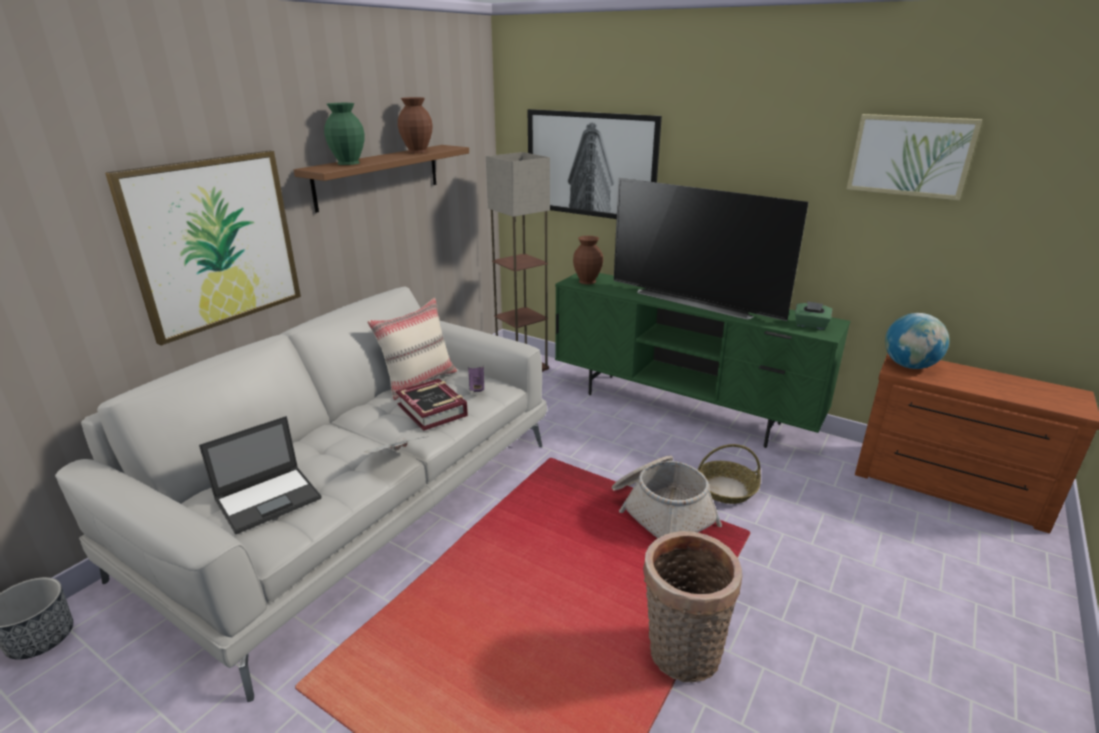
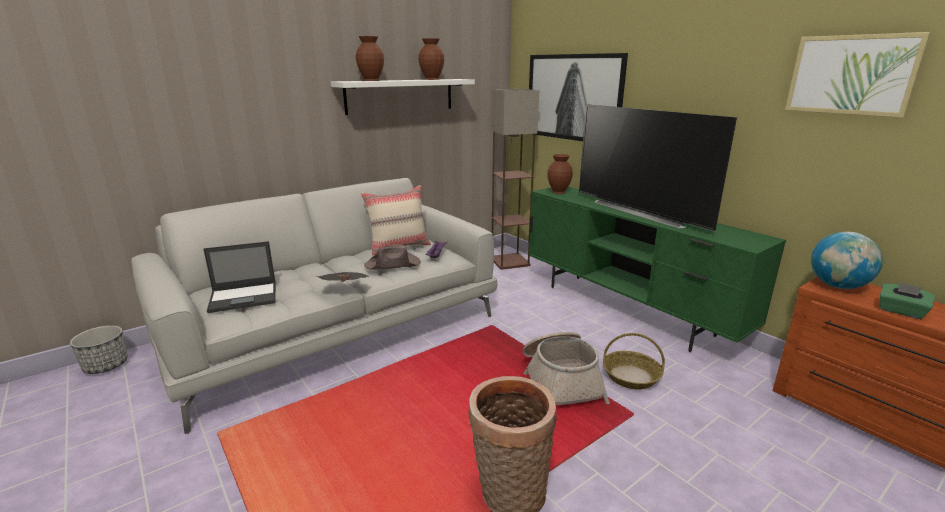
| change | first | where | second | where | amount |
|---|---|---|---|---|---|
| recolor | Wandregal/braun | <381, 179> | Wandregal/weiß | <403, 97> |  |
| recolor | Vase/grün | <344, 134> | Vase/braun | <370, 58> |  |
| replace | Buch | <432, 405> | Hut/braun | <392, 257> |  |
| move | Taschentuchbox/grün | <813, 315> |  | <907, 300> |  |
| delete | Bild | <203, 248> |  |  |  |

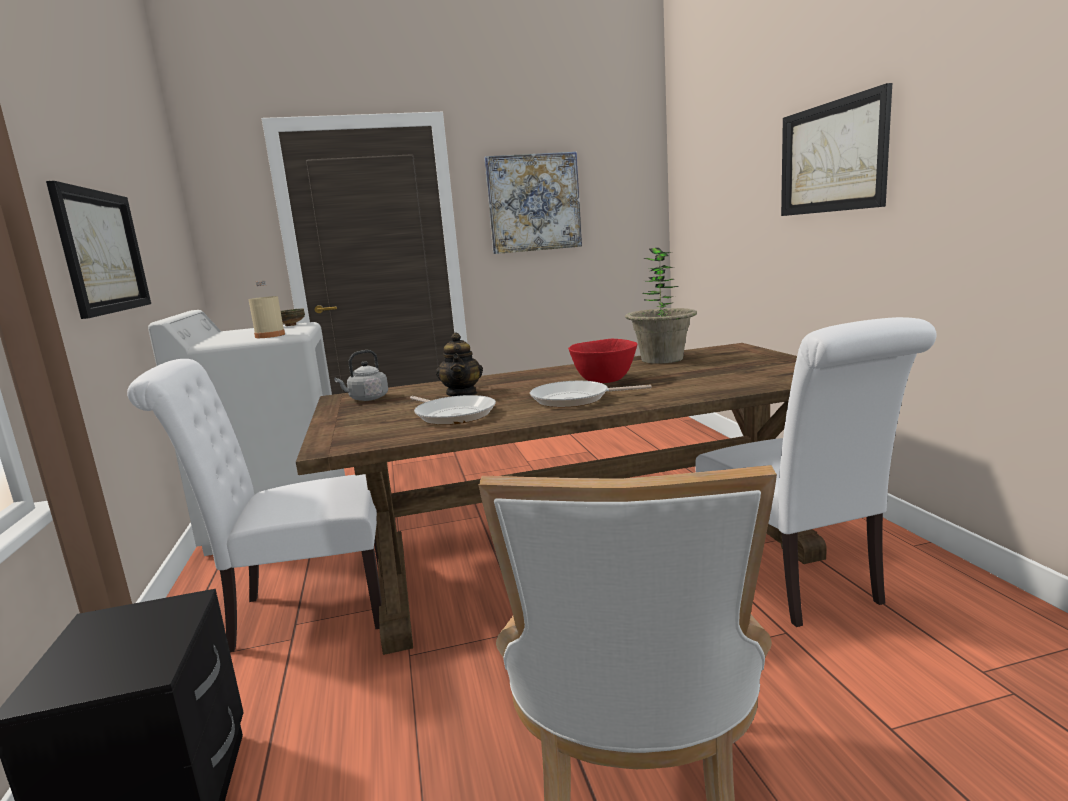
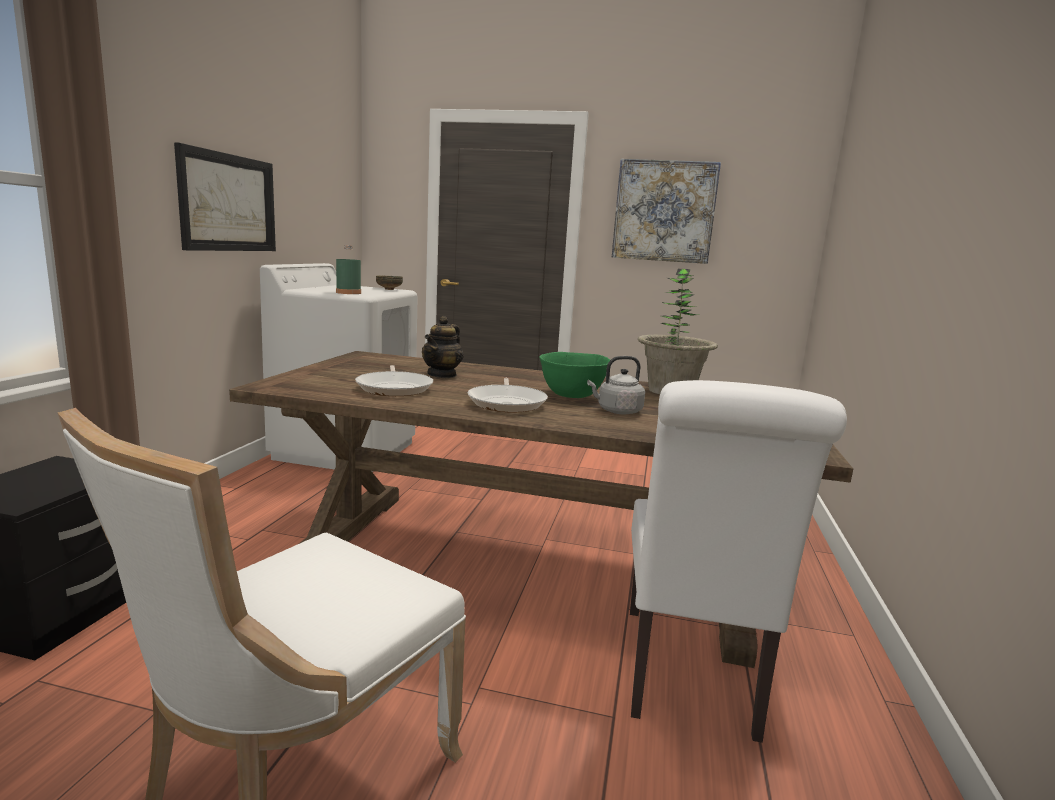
| change | first | where | second | where | amount |
|---|---|---|---|---|---|
| recolor | Flasche/beige | <266, 309> | Flasche/grün | <348, 269> |  |
| rotate | Pfanne | <591, 394> |  | <508, 395> | 120 degrees counterclockwise |
| recolor | Schüssel/rot | <602, 361> | Schüssel/grün | <574, 375> |  |
| move | Wasserkessel/grau | <361, 375> |  | <616, 385> |  |
| delete | Stuhl/weiß | <254, 505> |  |  |  |
| delete | Bild | <836, 149> |  |  |  |

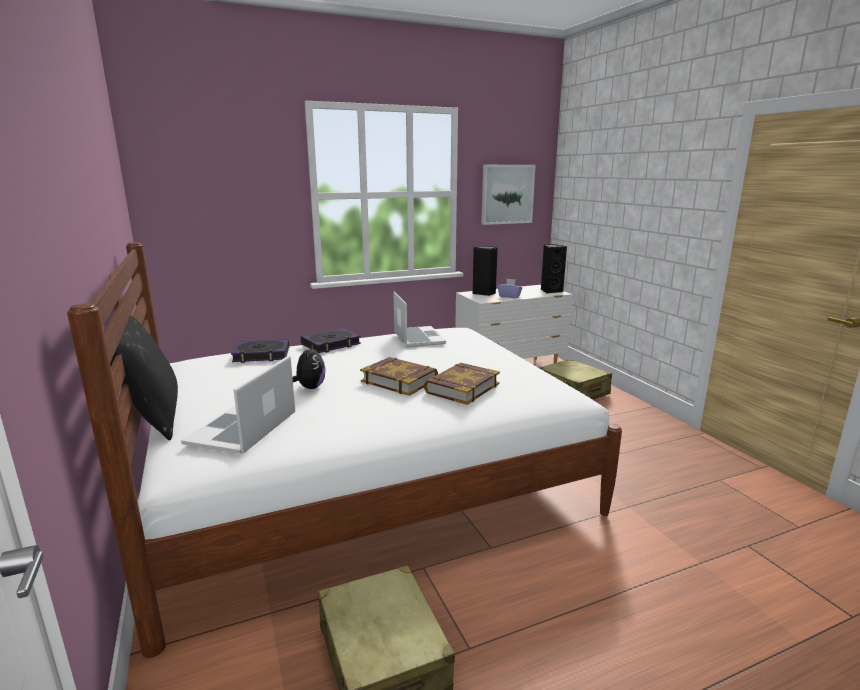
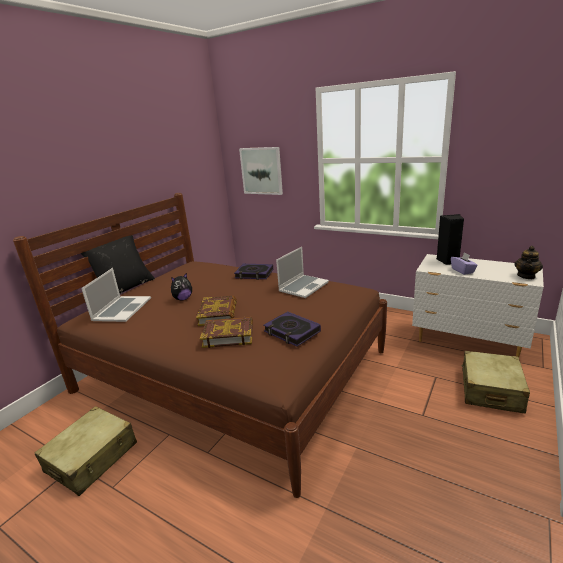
| change | first | where | second | where | amount |
|---|---|---|---|---|---|
| recolor | Bett/weiß | <344, 450> | Bett/braun | <200, 345> |  |
| rotate | Laptop | <238, 404> |  | <116, 295> | 120 degrees clockwise |
| move | Bild | <508, 195> |  | <261, 171> |  |
| move | Buch | <260, 351> |  | <292, 329> |  |
| replace | Lautsprecher/schwarz | <554, 268> | Teekanne | <528, 262> |  |

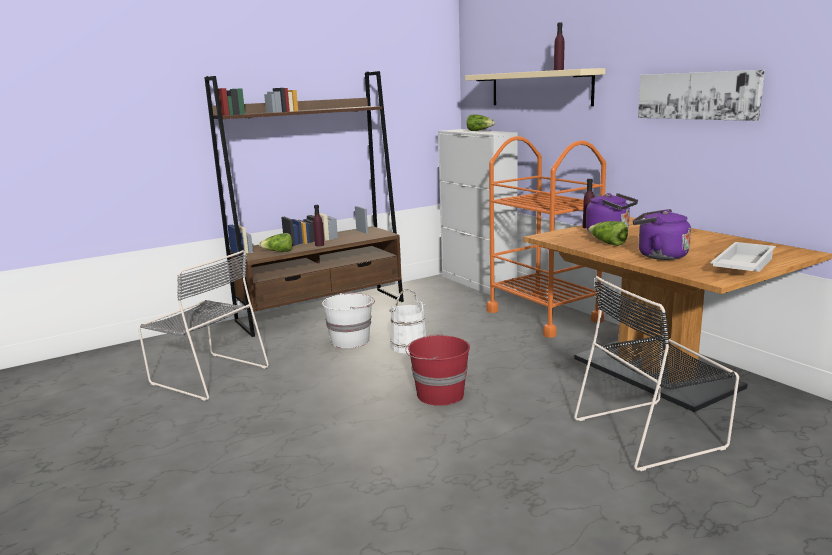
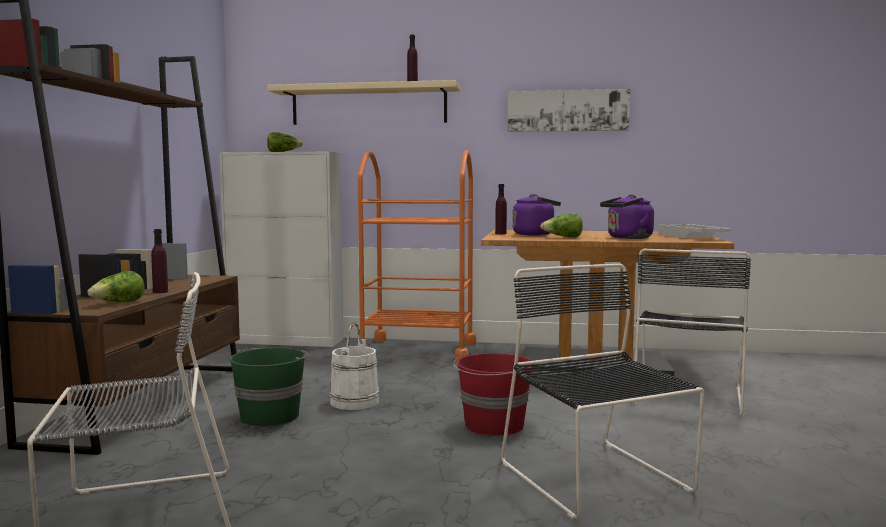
| change | first | where | second | where | amount |
|---|---|---|---|---|---|
| recolor | Eimer/weiß | <348, 320> | Eimer/grün | <269, 387> |  |
| insert |  |  | Stuhl/schwarz | <603, 391> |  |

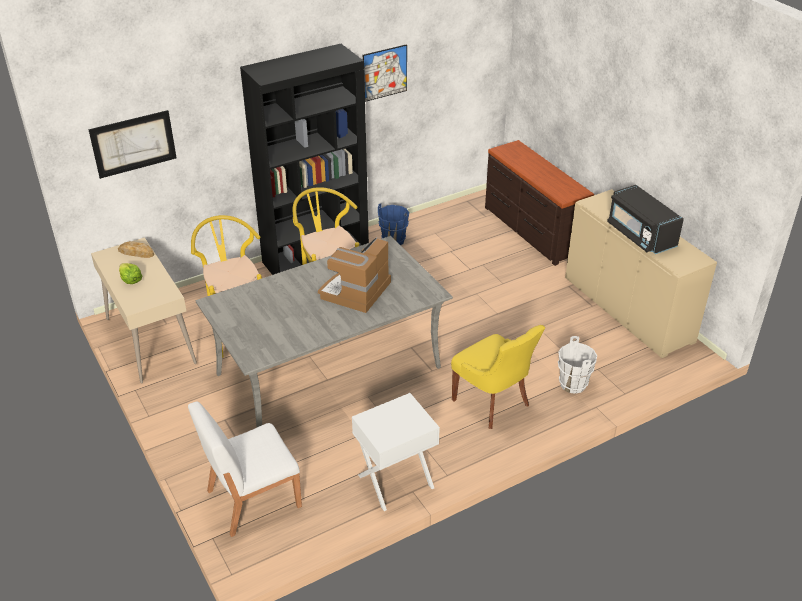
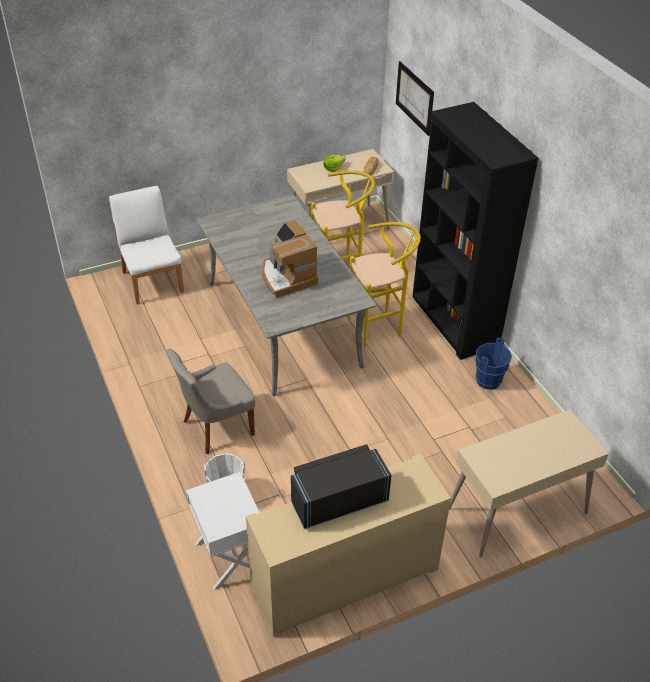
| change | first | where | second | where | amount |
|---|---|---|---|---|---|
| recolor | Stuhl/gelb | <498, 377> | Stuhl/grau | <210, 401> |  |
| move | Nachttisch/weiß | <396, 452> |  | <223, 531> |  |
| rotate | Kaffeemaschine | <354, 275> |  | <290, 259> | 150 degrees counterclockwise |
| replace | Kommode/braun | <539, 203> | Schreibtisch/beige | <529, 484> |  |
| delete | Bild | <385, 73> |  |  |  |

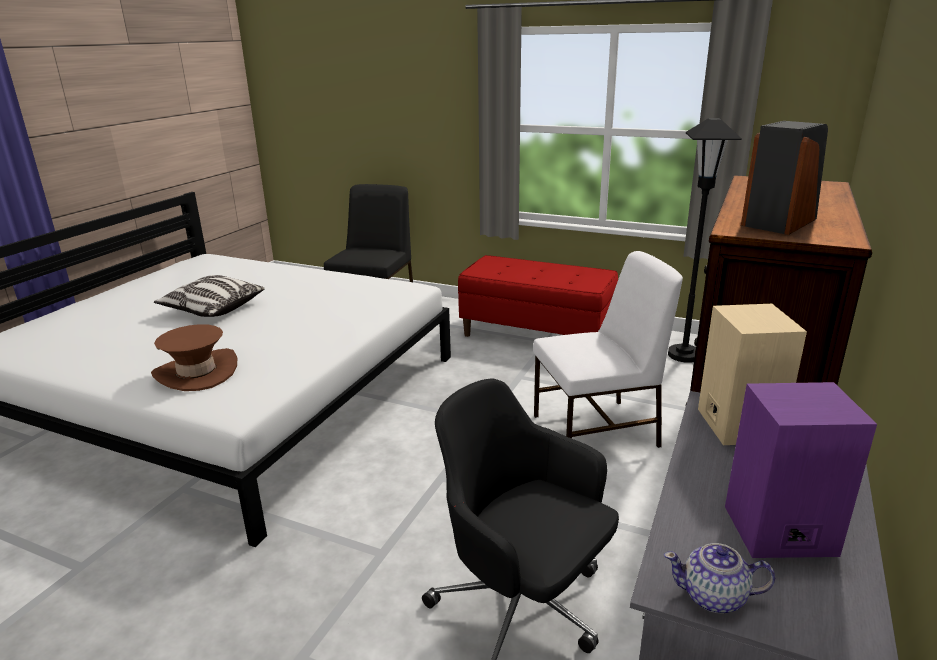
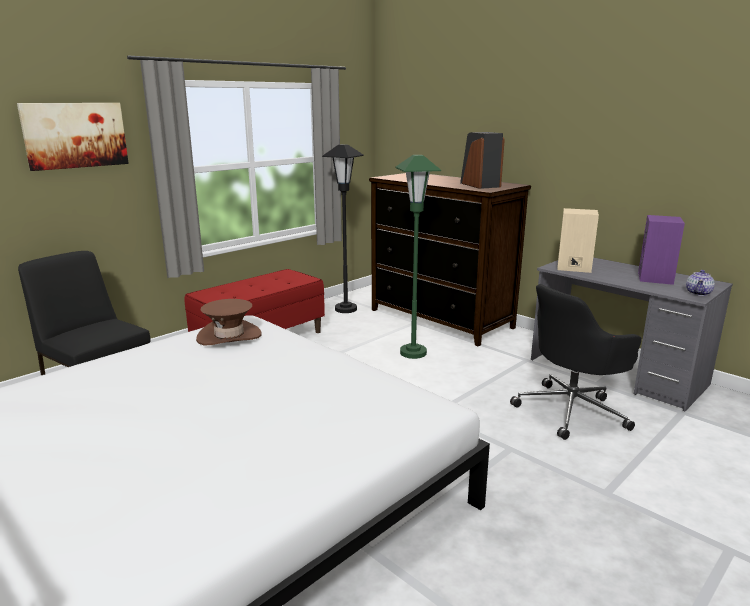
| change | first | where | second | where | amount |
|---|---|---|---|---|---|
| insert |  |  | Bild | <73, 137> |  |
| move | Hut/braun | <194, 357> |  | <228, 322> |  |
| replace | Stuhl/weiß | <608, 349> | Stehlampe/grün | <418, 257> |  |
| delete | Kissen | <209, 296> |  |  |  |

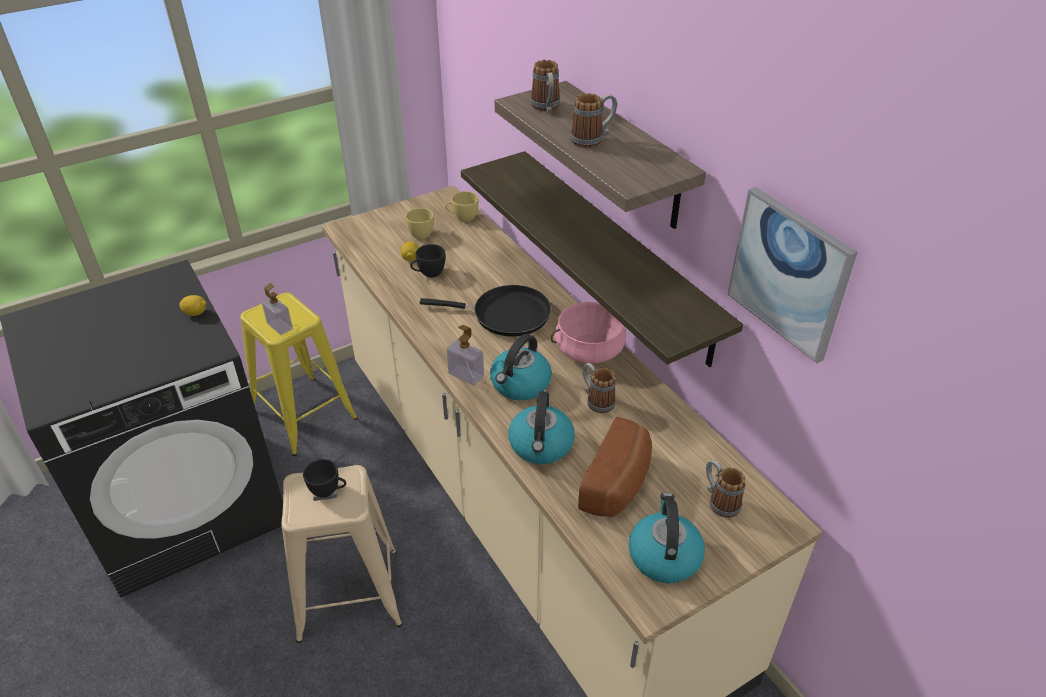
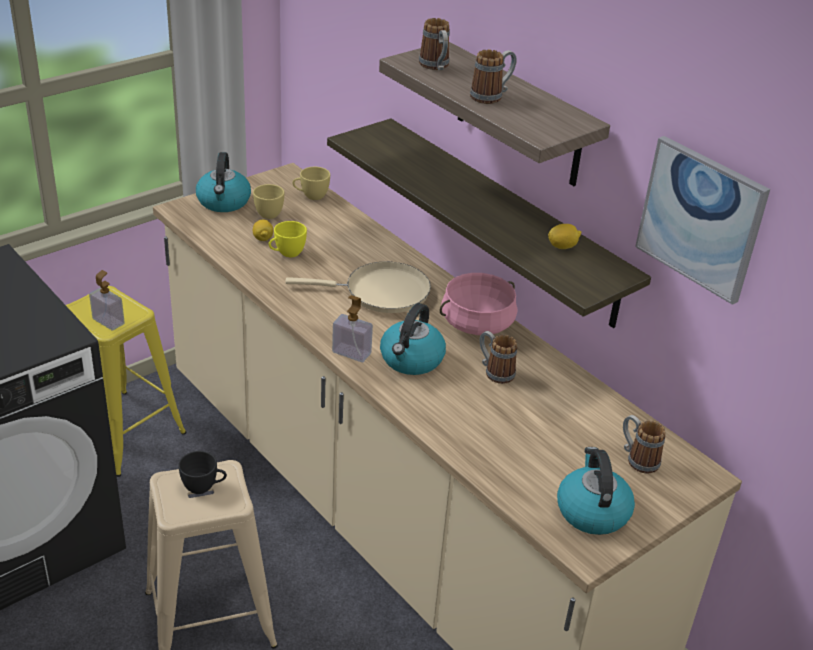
| change | first | where | second | where | amount |
|---|---|---|---|---|---|
| move | Wasserkessel | <541, 427> |  | <223, 182> |  |
| recolor | Tasse/schwarz | <427, 261> | Tasse/gelb | <288, 239> |  |
| recolor | Pfanne/schwarz | <485, 311> | Pfanne/beige | <358, 287> |  |
| move | Zitrone | <193, 305> |  | <564, 236> |  |
| delete | Brot | <615, 467> |  |  |  |

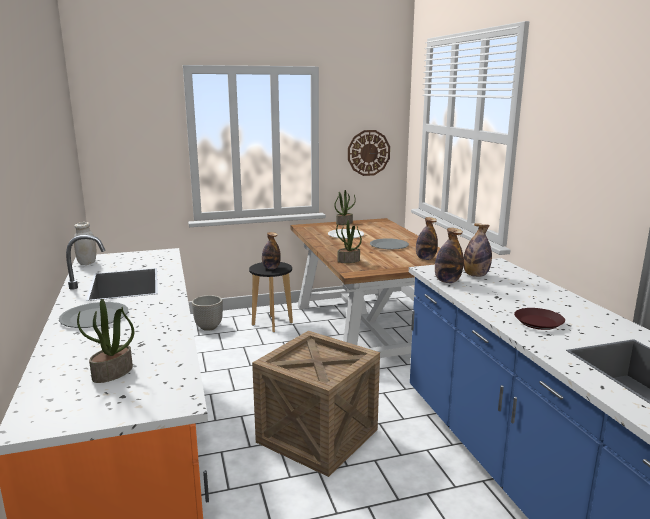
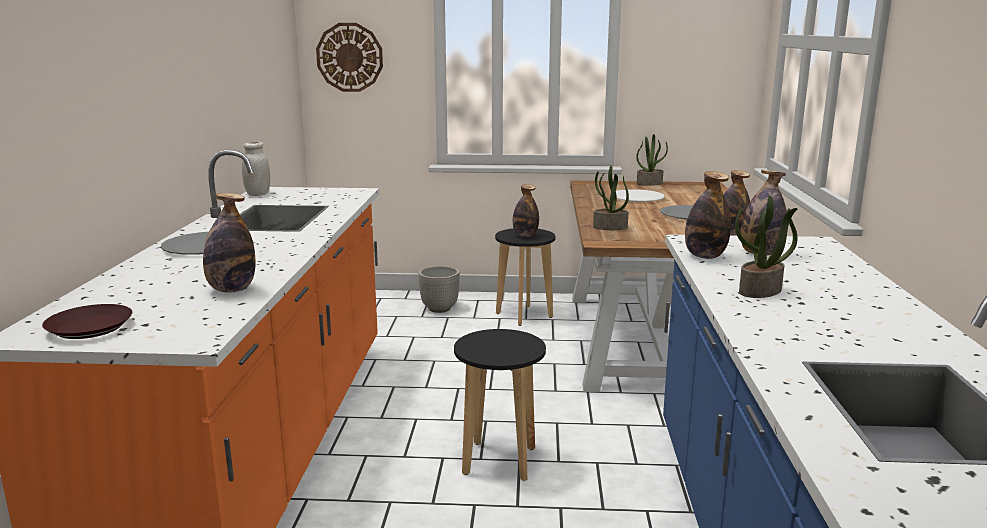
| change | first | where | second | where | amount |
|---|---|---|---|---|---|
| move | Teller/braun | <539, 319> |  | <87, 321> |  |
| insert |  |  | Flasche | <229, 243> |  |
| move | Wanduhr | <369, 153> |  | <349, 57> |  |
| replace | Kiste | <316, 404> | Hocker/schwarz | <500, 405> |  |
| move | Topfpflanze | <105, 341> |  | <766, 247> |  |

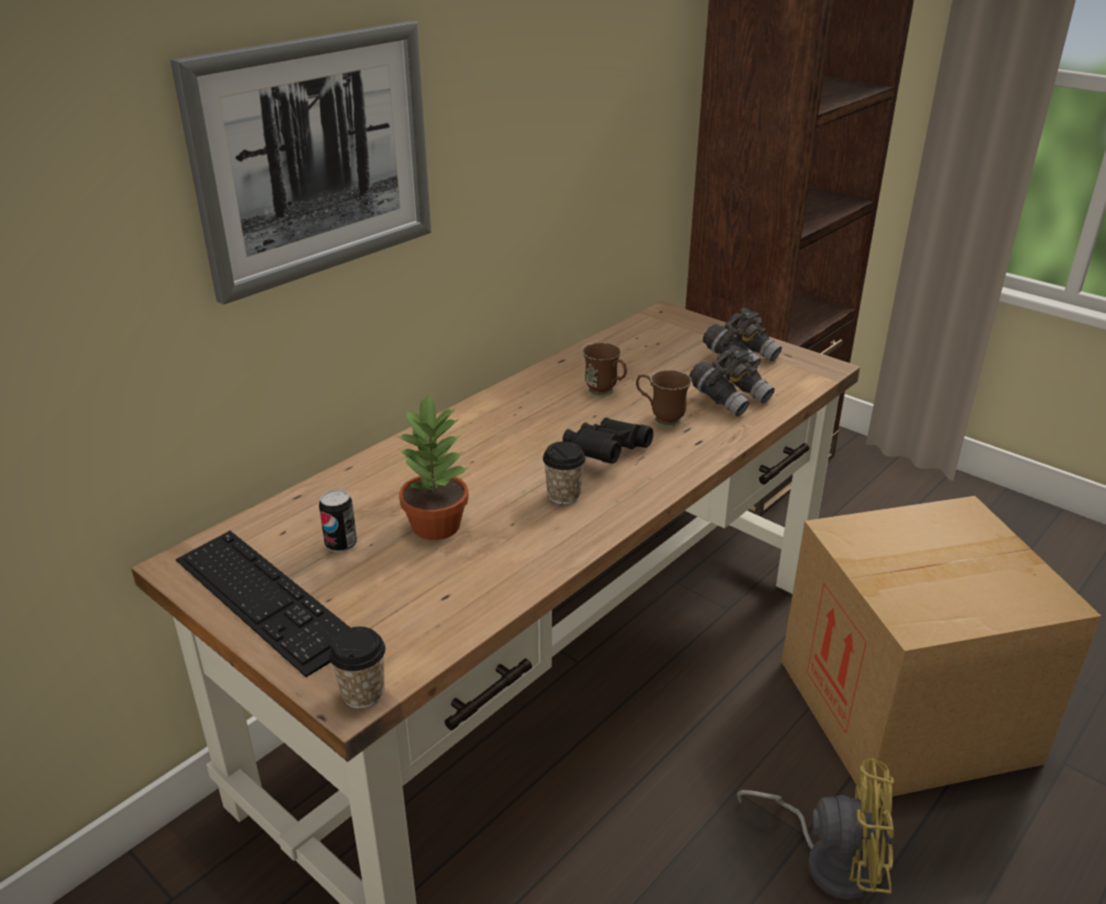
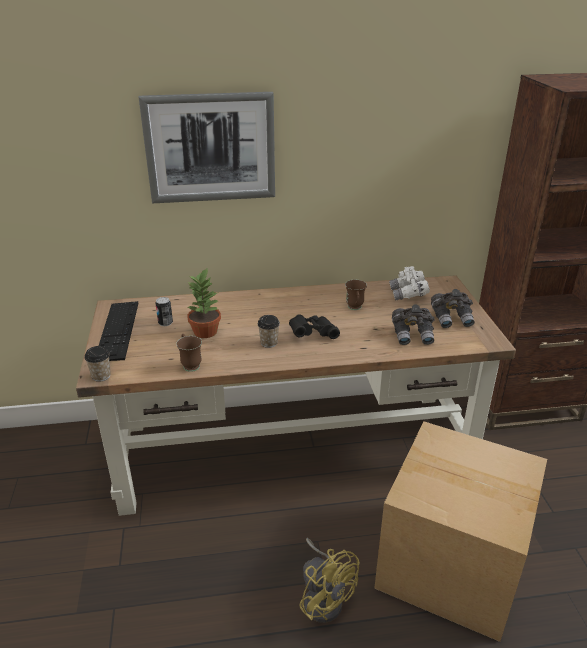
| change | first | where | second | where | amount |
|---|---|---|---|---|---|
| move | Henkelbecher/braun | <664, 398> |  | <189, 352> |  |
| insert |  |  | Fernglas/weiß | <409, 283> |  |

